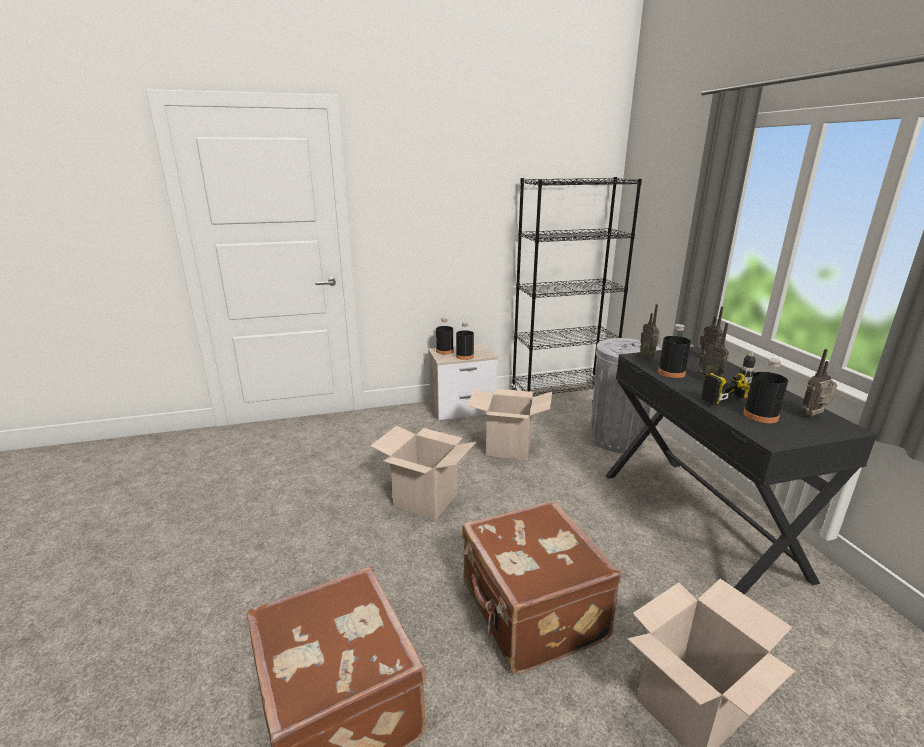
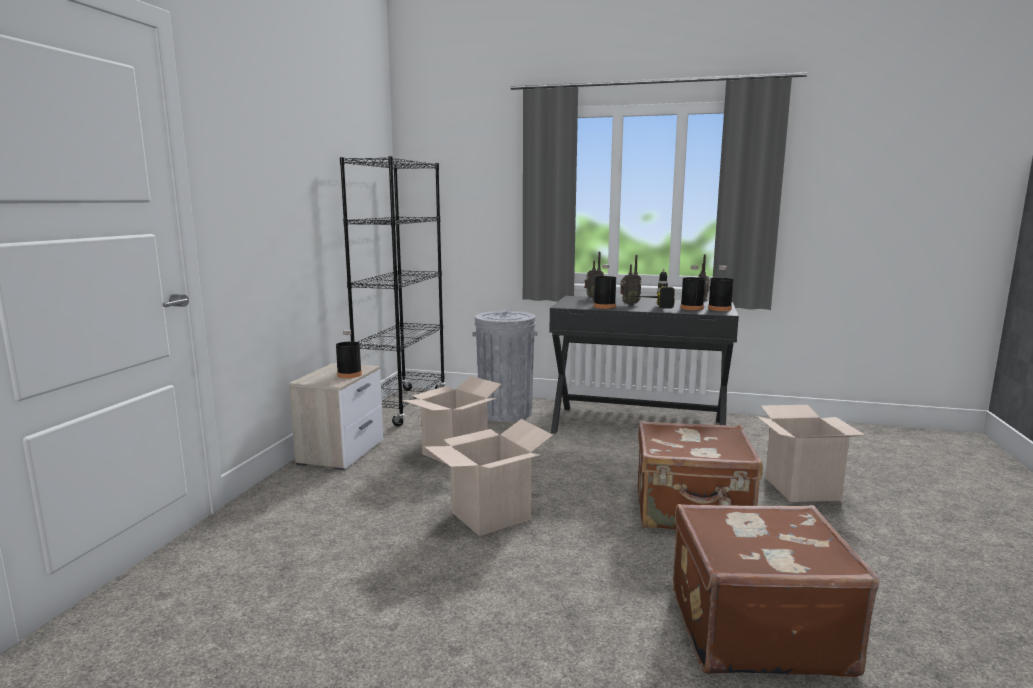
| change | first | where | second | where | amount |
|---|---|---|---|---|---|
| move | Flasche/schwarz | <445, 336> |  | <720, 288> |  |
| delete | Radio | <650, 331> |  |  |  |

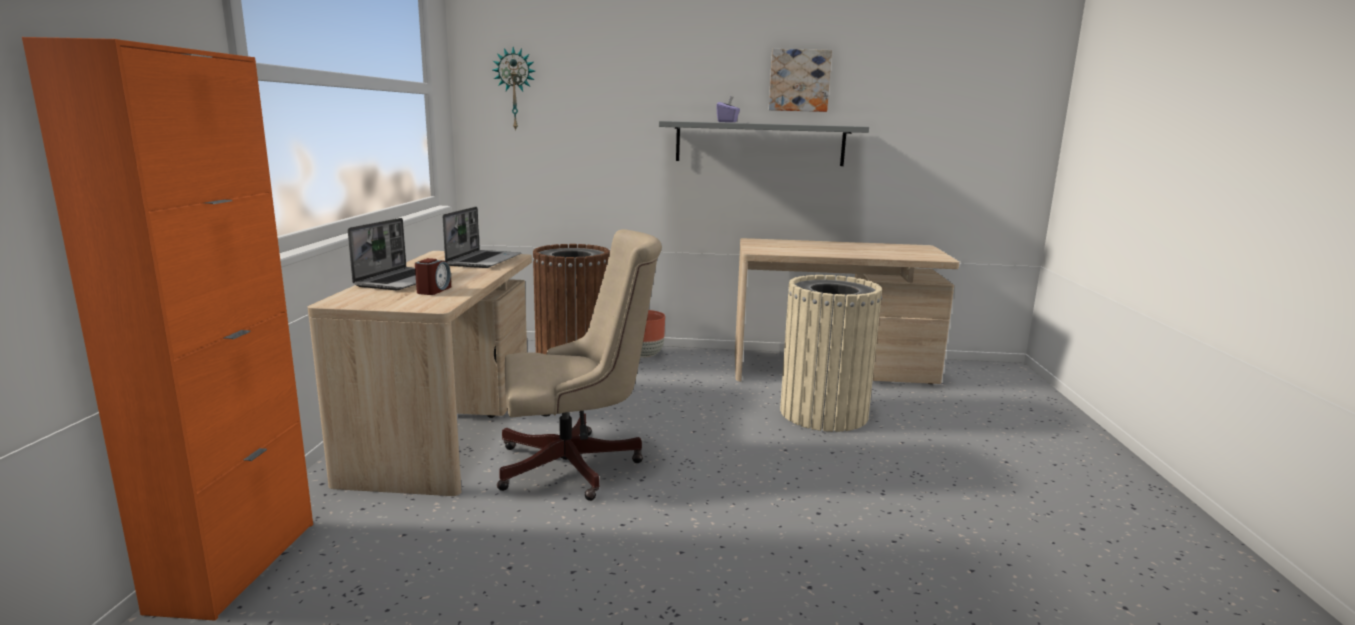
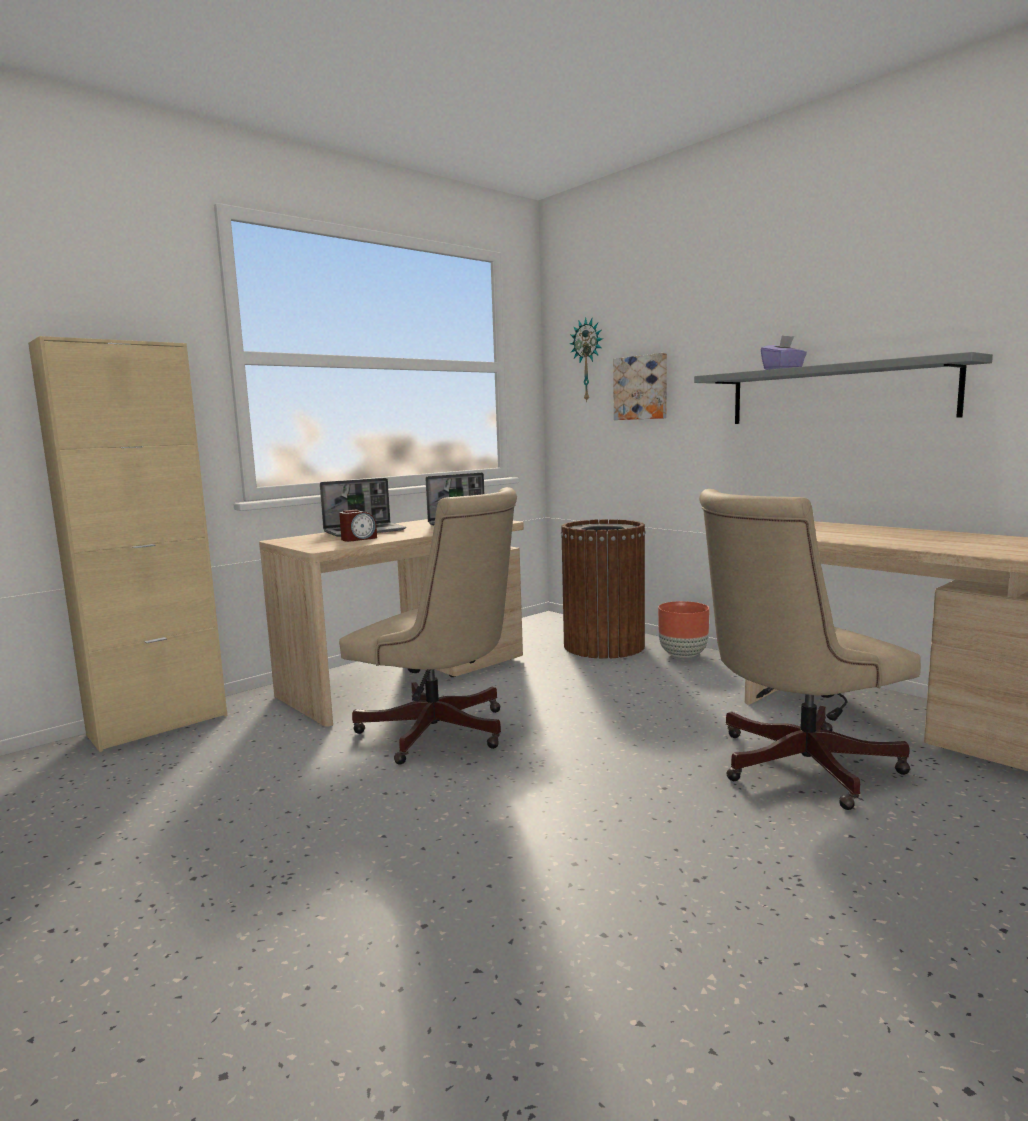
| change | first | where | second | where | amount |
|---|---|---|---|---|---|
| recolor | Schrank/orange | <167, 329> | Schrank/beige | <127, 544> |  |
| move | Bild | <800, 80> |  | <640, 386> |  |
| replace | Mülleimer/beige | <831, 353> | Bürostuhl/beige | <810, 649> |  |

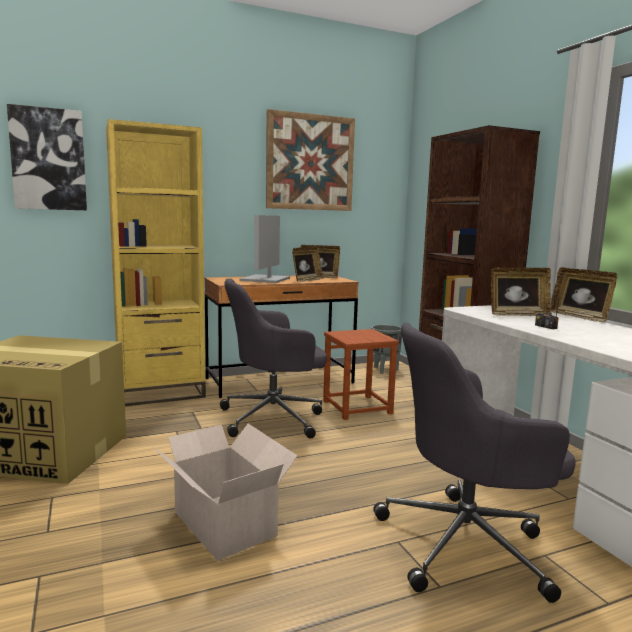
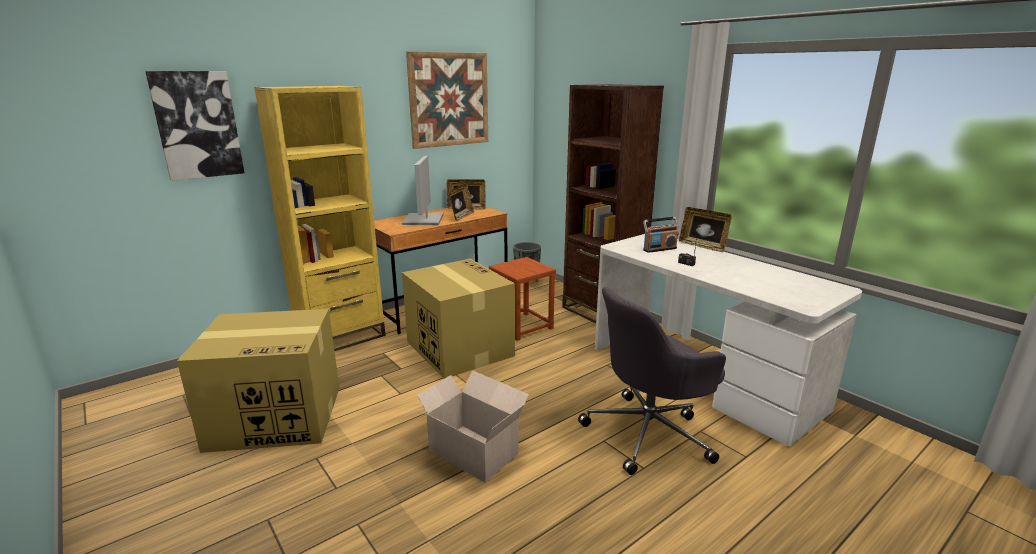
| change | first | where | second | where | amount |
|---|---|---|---|---|---|
| replace | Bürostuhl/grau | <273, 359> | Karton | <458, 319> |  |
| replace | Bilderrahmen | <521, 291> | Radio | <661, 235> |  |

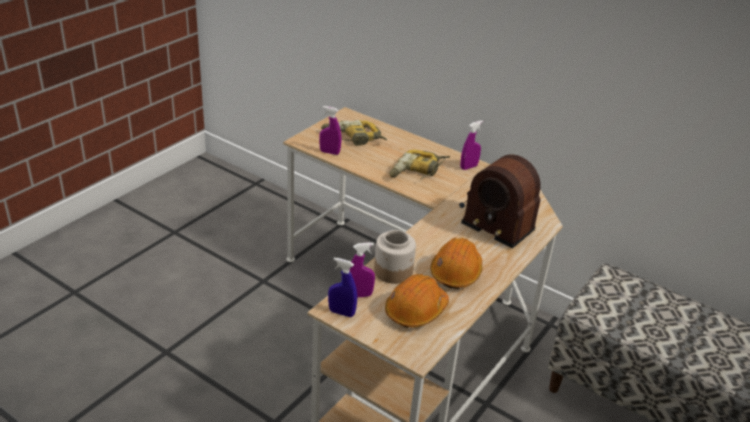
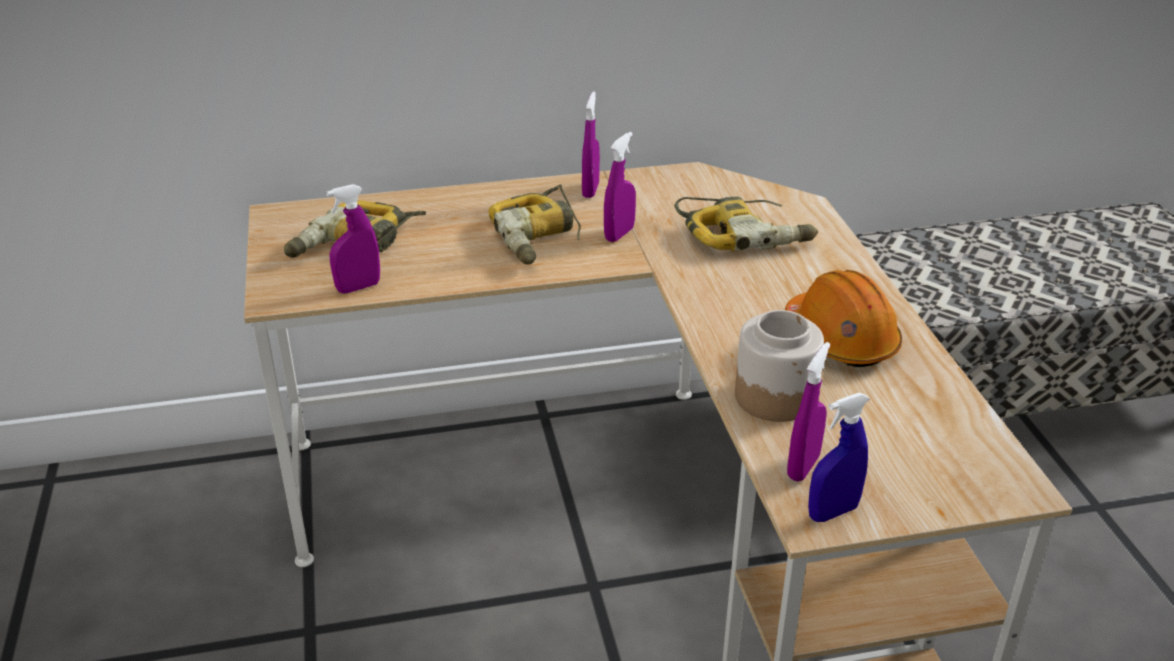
| change | first | where | second | where | amount |
|---|---|---|---|---|---|
| insert |  |  | Sprühflasche/lila | <620, 187> |  |
| replace | Radio | <500, 201> | Bohrmaschine | <746, 223> |  |
| delete | Schutzhelm/orange | <417, 301> |  |  |  |

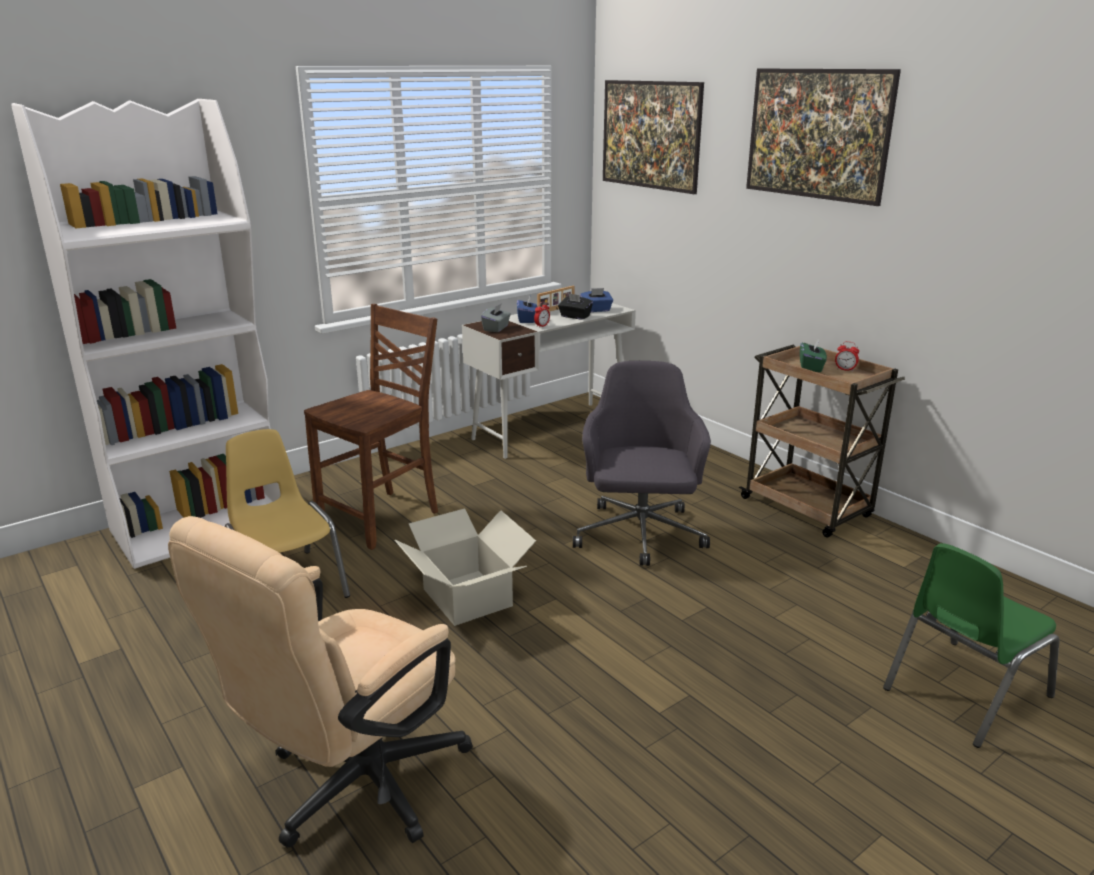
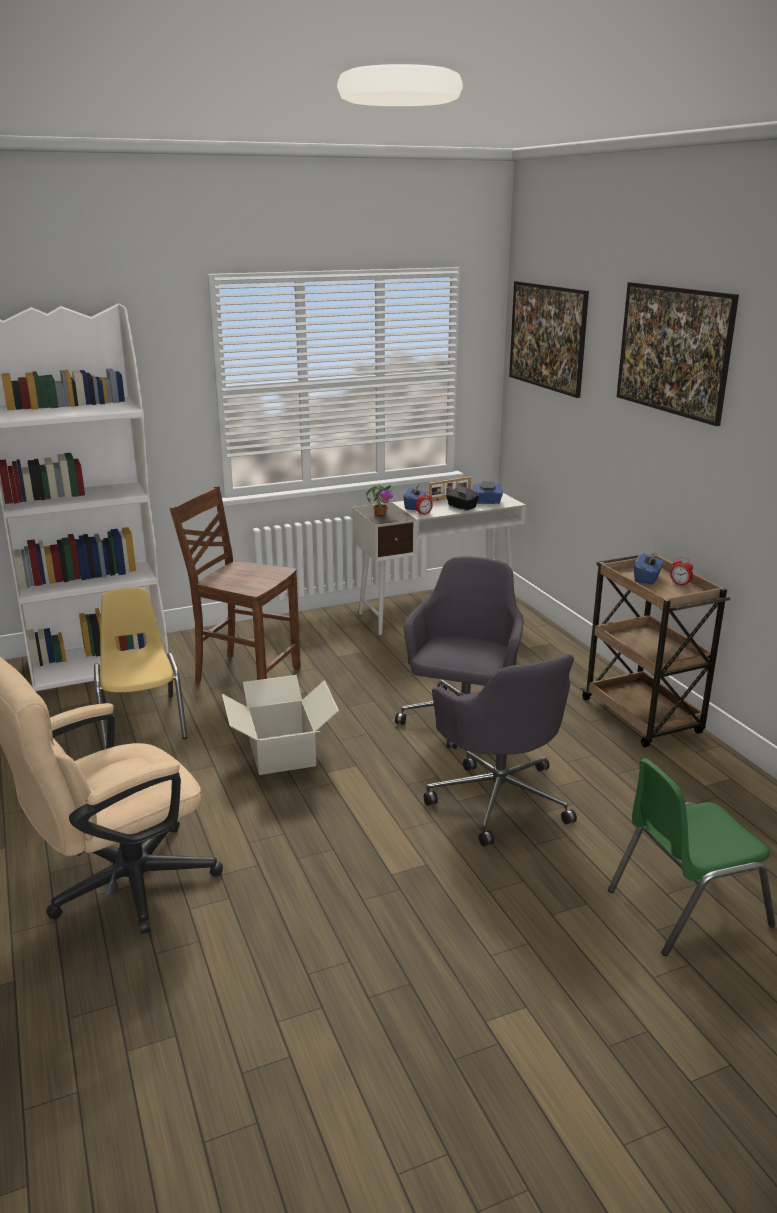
| change | first | where | second | where | amount |
|---|---|---|---|---|---|
| rotate | Stuhl/braun | <371, 427> |  | <235, 584> | 120 degrees counterclockwise |
| replace | Taschentuchbox/grau | <496, 317> | Topfpflanze | <379, 500> |  |
| insert |  |  | Bürostuhl/grau | <500, 750> |  |
| recolor | Taschentuchbox/grün | <813, 355> | Taschentuchbox/blau | <649, 568> |  |

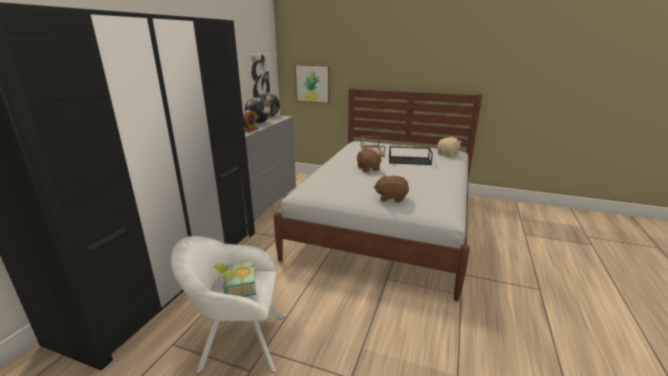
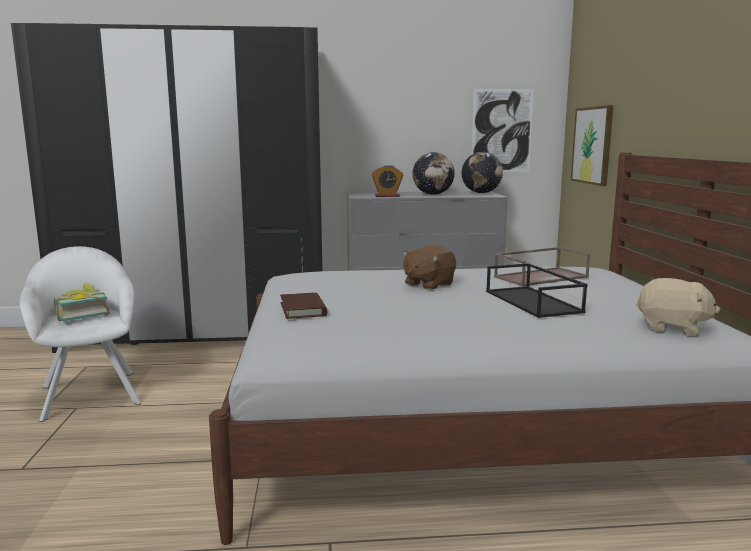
| change | first | where | second | where | amount |
|---|---|---|---|---|---|
| replace | Plüschtier/braun | <391, 189> | Buch/braun | <303, 306> |  |

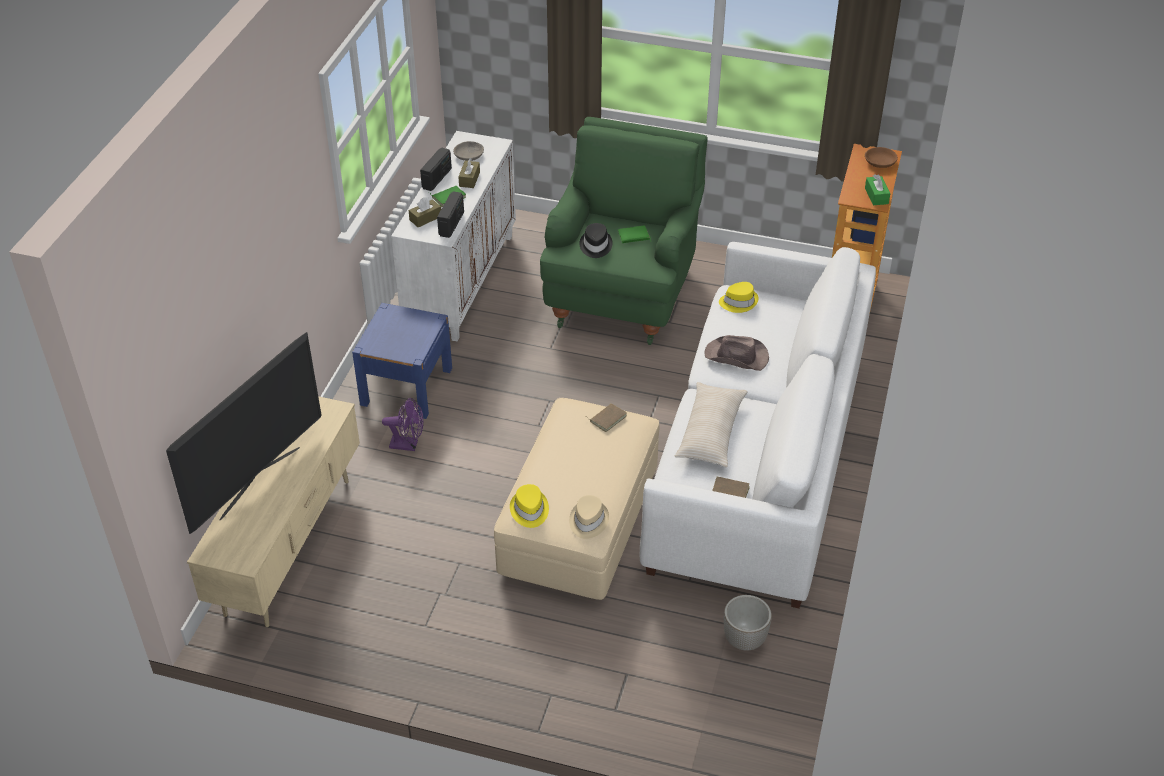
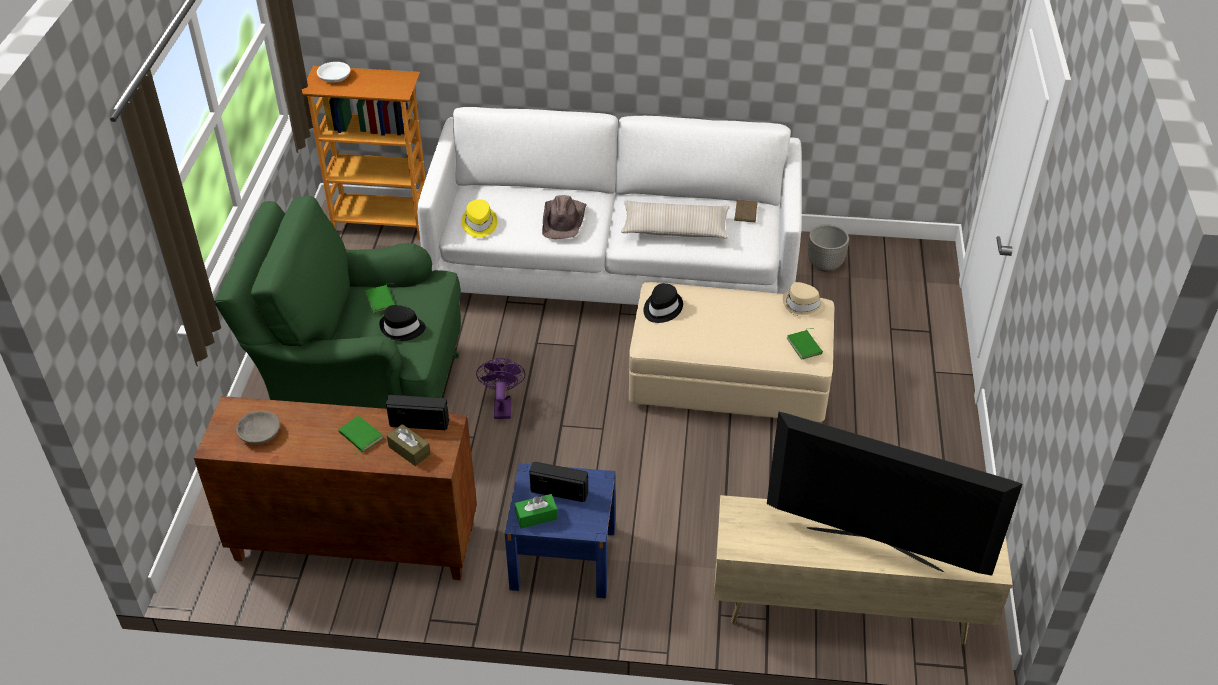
| change | first | where | second | where | amount |
|---|---|---|---|---|---|
| recolor | Schrank/weiß | <453, 236> | Schrank/braun | <335, 488> |  |
| recolor | Schüssel/braun | <881, 157> | Schüssel/weiß | <334, 72> |  |
| move | Ventilator/lila | <403, 424> |  | <501, 388> |  |
| move | Taschentuchbox/grün | <877, 189> |  | <536, 511> |  |
| move | Radio | <436, 169> |  | <558, 482> |  |
| replace | Buch/braun | <606, 417> | Hut/schwarz | <663, 303> |  |
| replace | Hut/gelb | <529, 506> | Buch/grün | <805, 344> |  |
| delete | Taschentuchbox/braun | <469, 173> |  |  |  |

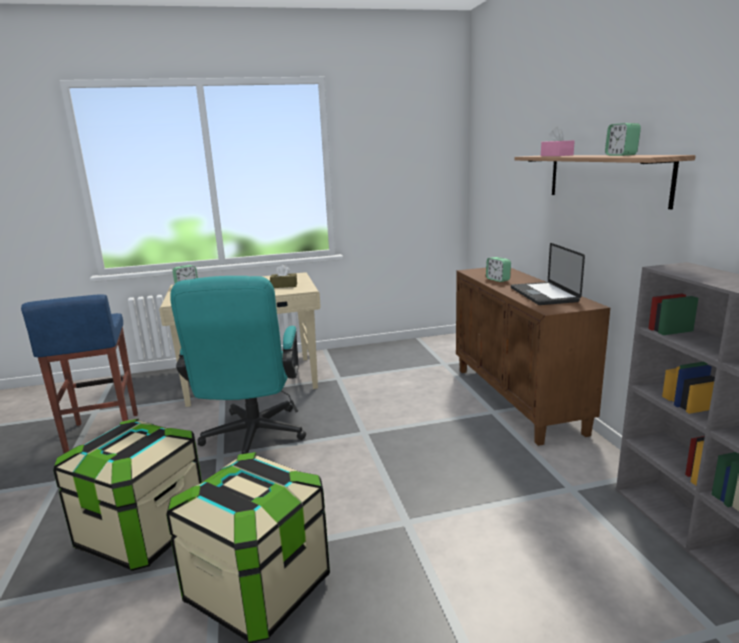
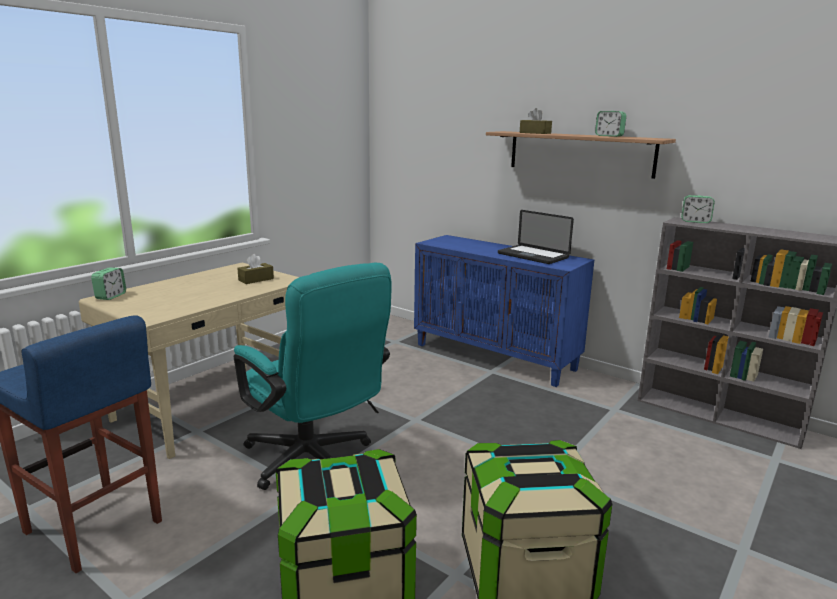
| change | first | where | second | where | amount |
|---|---|---|---|---|---|
| recolor | Schrank/braun | <533, 357> | Schrank/blau | <504, 311> |  |
| recolor | Taschentuchbox/rosa | <558, 141> | Taschentuchbox/braun | <536, 121> |  |
| move | Wecker | <498, 269> |  | <698, 209> |  |

